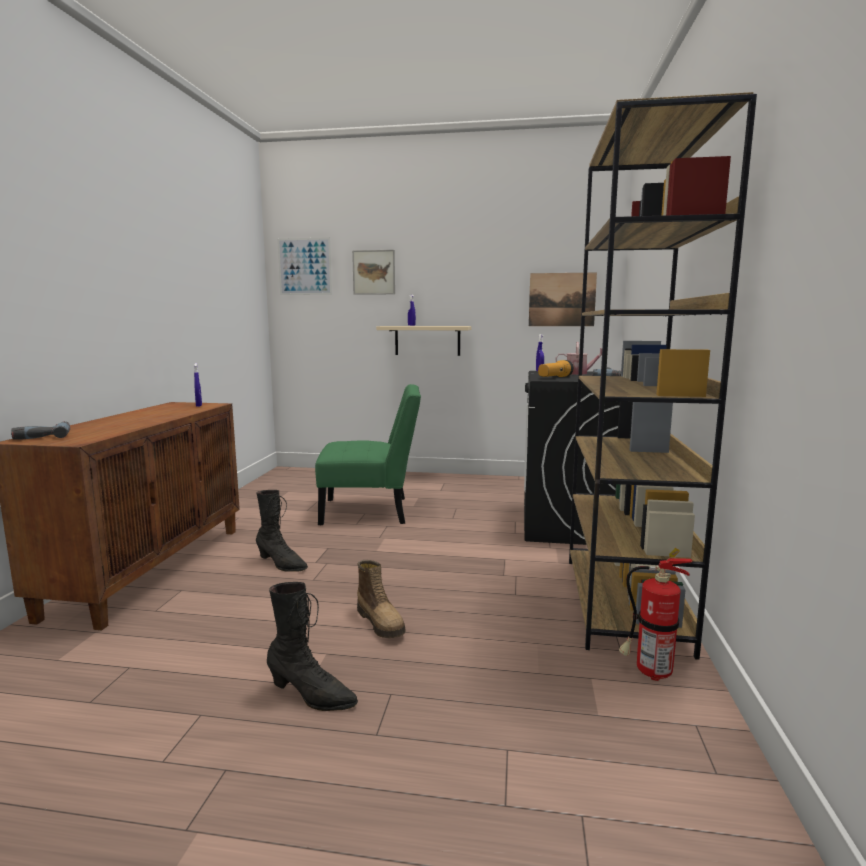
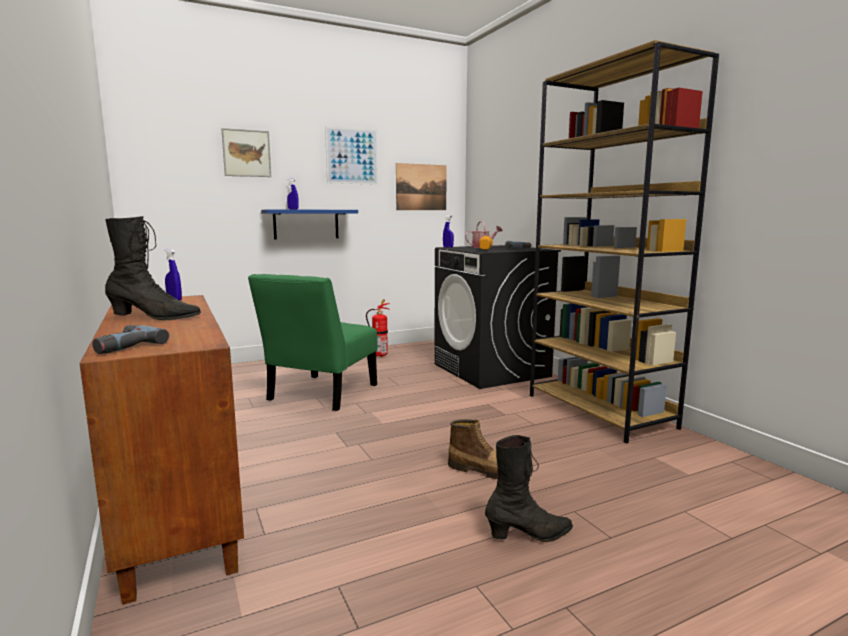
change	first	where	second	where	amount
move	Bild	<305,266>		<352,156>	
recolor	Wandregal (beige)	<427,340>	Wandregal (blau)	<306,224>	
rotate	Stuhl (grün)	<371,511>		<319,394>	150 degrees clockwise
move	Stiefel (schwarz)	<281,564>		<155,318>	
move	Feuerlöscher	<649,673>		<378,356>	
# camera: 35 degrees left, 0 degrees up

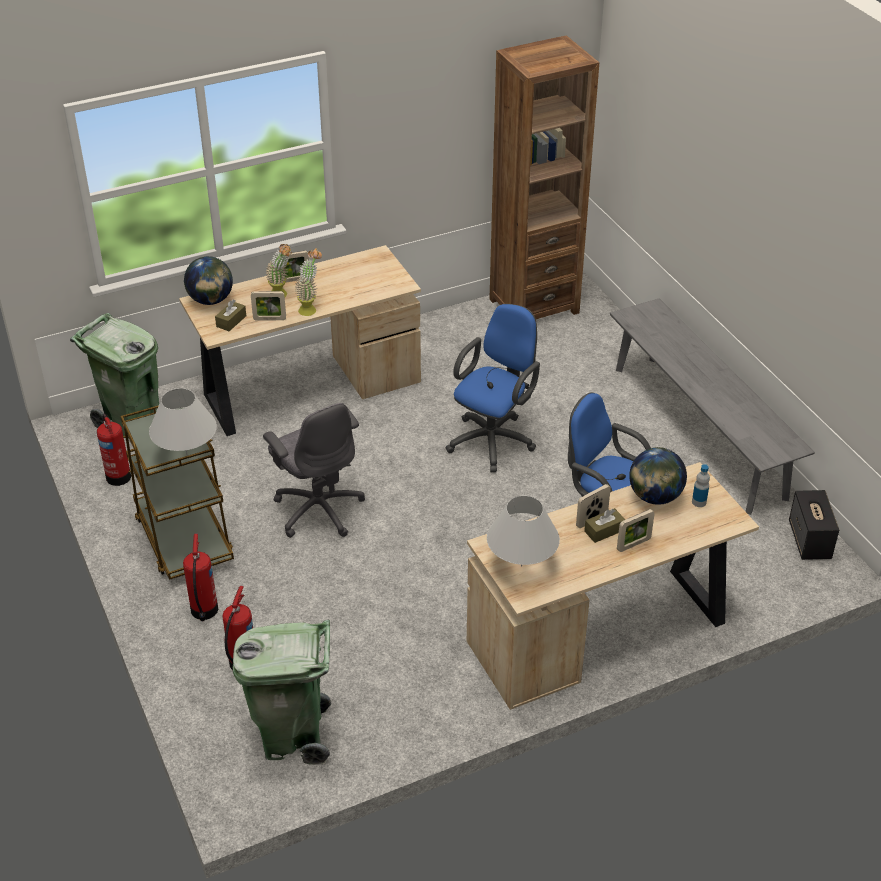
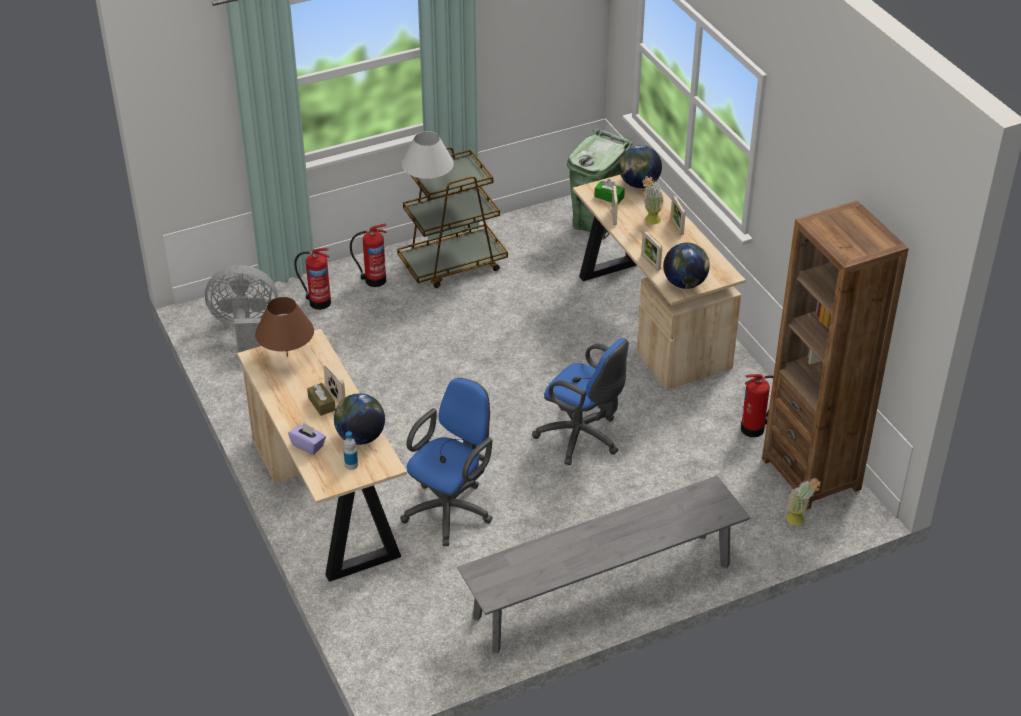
change	first	where	second	where	amount
move	Topfpflanze	<310,308>		<799,521>	
recolor	Taschentuchbox (braun)	<231,321>	Taschentuchbox (grün)	<609,197>	
delete	Bürostuhl (grau)	<318,509>			
move	Feuerlöscher	<118,475>		<754,429>	
delete	Lautsprecher	<810,541>			
recolor	Tischlampe (weiß)	<521,566>	Tischlampe (braun)	<287,356>	
move	Bilderrahmen	<633,544>		<650,263>	
replace	Mülleimer (grün)	<293,736>	Ventilator (grau)	<247,330>	
insert			Globus	<685,284>	
insert			Taschentuchbox (lila)	<308,445>	
# camera: 90 degrees right, 0 degrees up

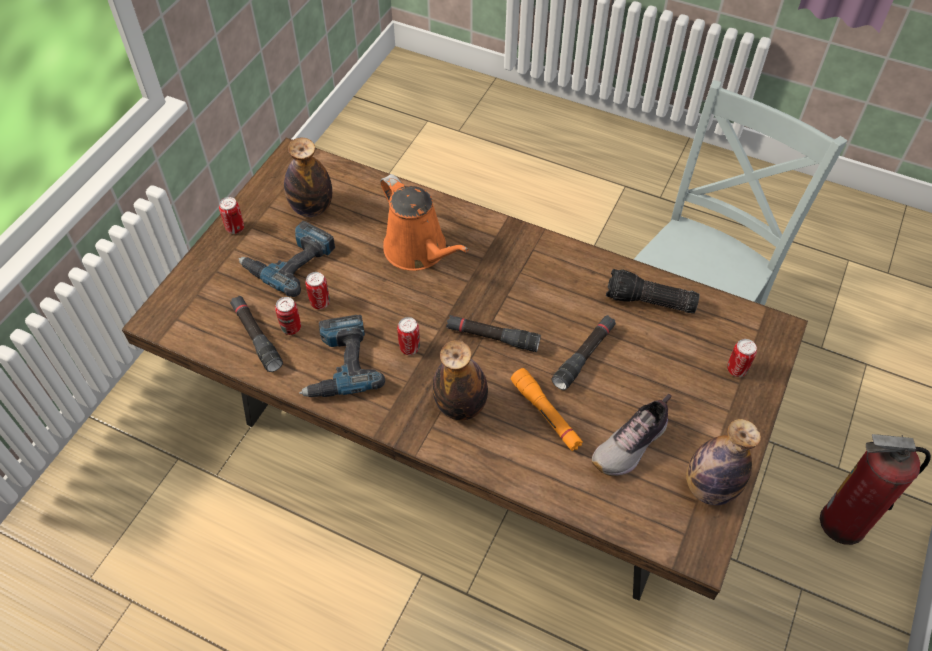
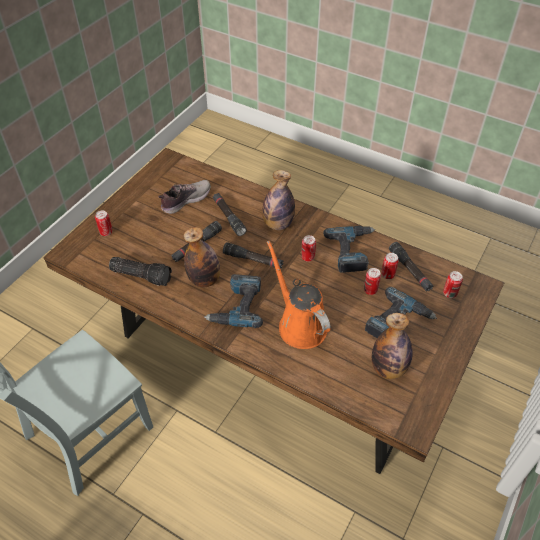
change	first	where	second	where	amount
move	Dose	<235,228>		<449,293>	
recolor	Taschenlampe (orange)	<546,414>	Taschenlampe (schwarz)	<228,217>	
move	Flasche	<709,488>		<204,280>	
delete	Feuerlöscher	<843,523>			
insert			Bohrmaschine	<237,305>	
# camera: 175 degrees left, 5 degrees down

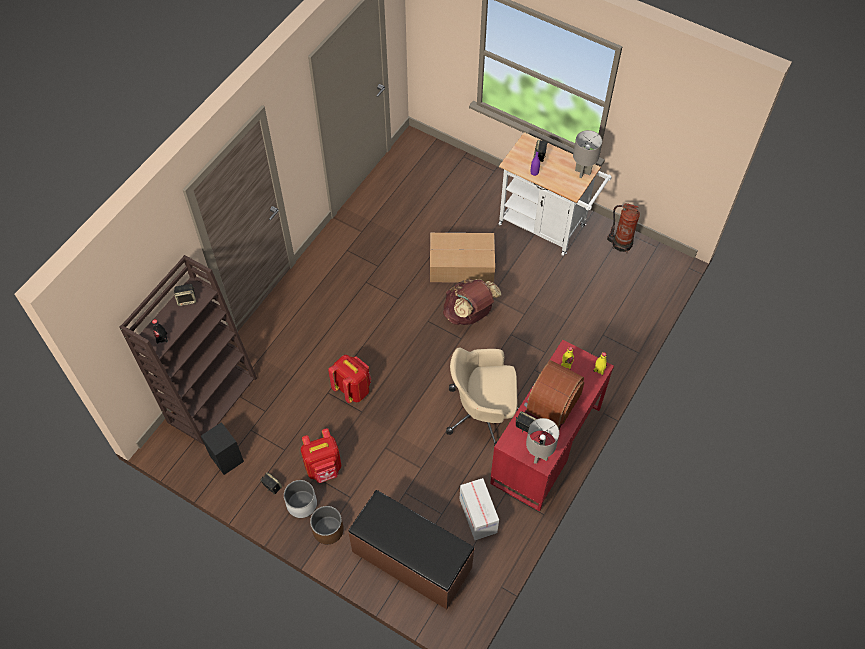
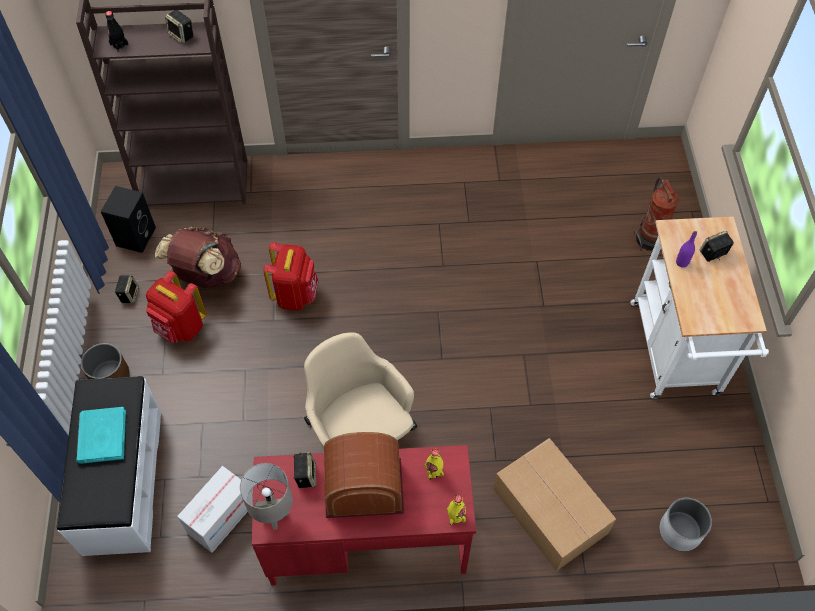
change	first	where	second	where	amount
delete	Tischlampe (grau)	<583,172>			
move	Feuerlöscher	<621,243>		<650,238>	
move	Karton	<462,265>		<550,512>	
move	Rucksack (braun)	<469,314>		<206,275>	
move	Pflanzkübel (weiß)	<302,504>		<680,531>	
recolor	Bank (braun)	<411,560>	Bank (weiß)	<122,481>	
insert			Buch (türkis)	<102,436>	
# camera: 55 degrees right, 0 degrees up

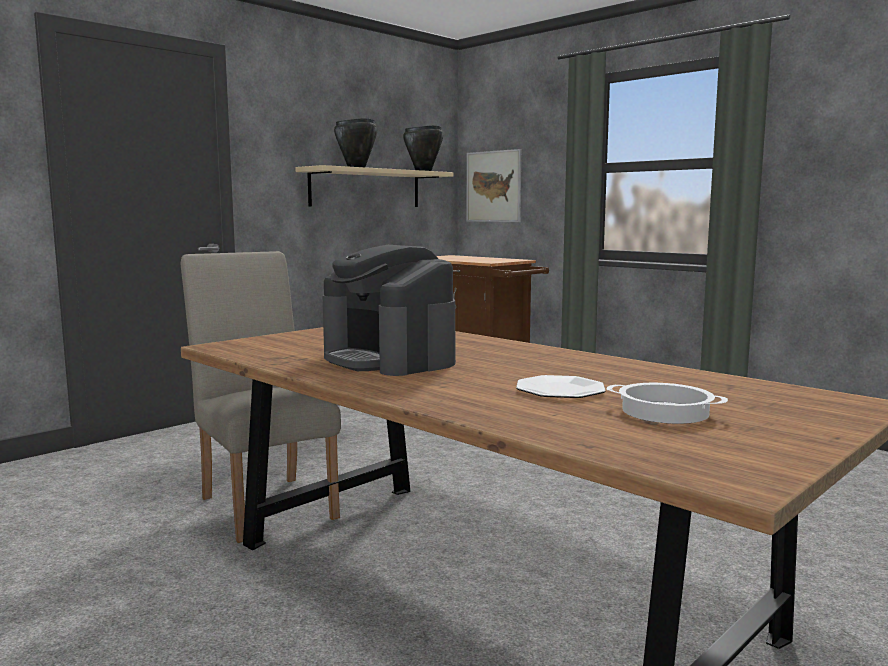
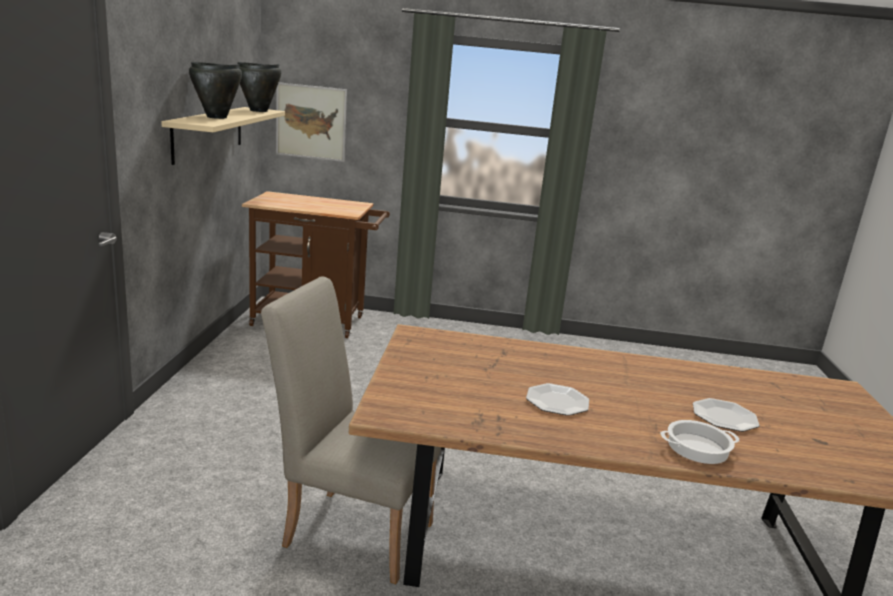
change	first	where	second	where	amount
replace	Kaffeemaschine	<389,359>	Teller	<557,401>	
move	Kochtopf	<665,412>		<697,447>	
# camera: 40 degrees left, 10 degrees up

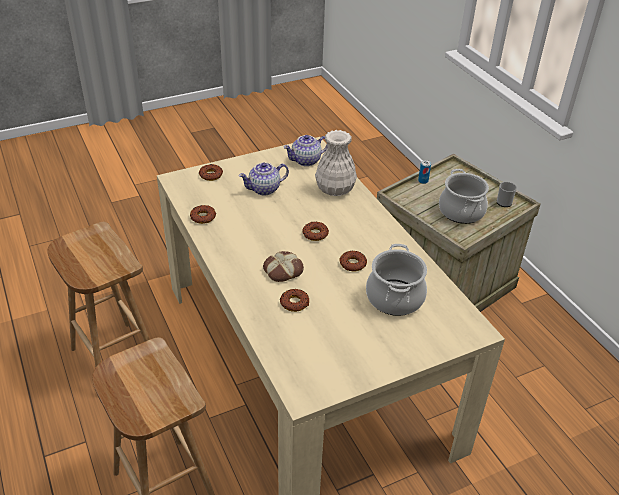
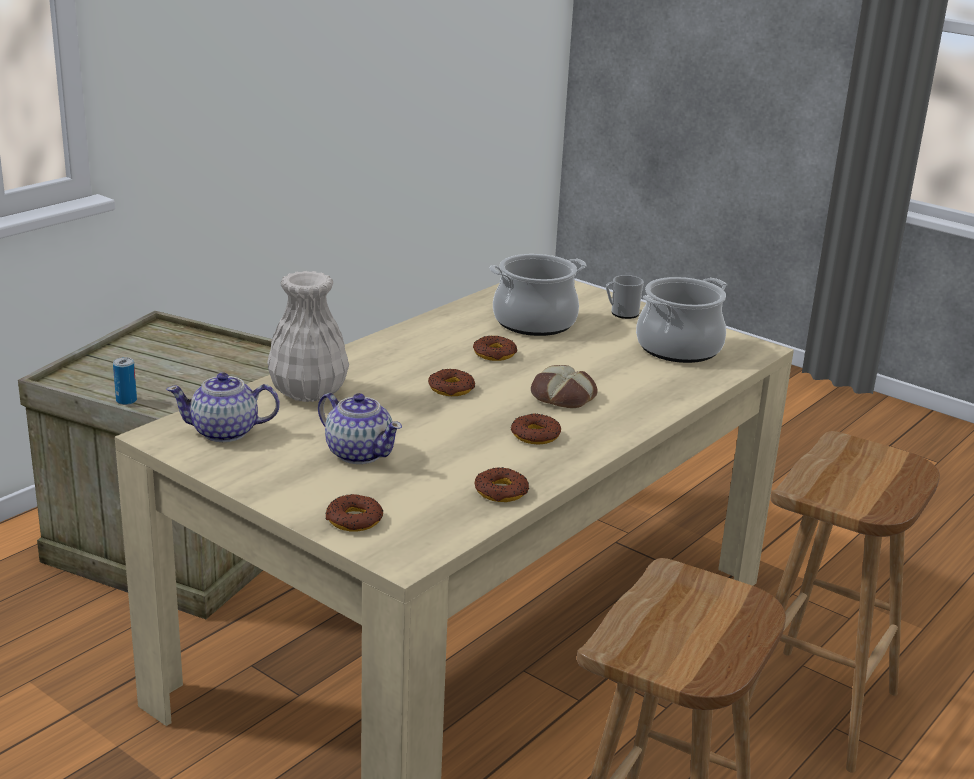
change	first	where	second	where	amount
rotate	Teekanne	<306,160>		<225,432>	135 degrees clockwise
move	Kochtopf	<461,211>		<678,348>	
move	Henkelbecher	<504,201>		<621,313>	
move	Donut	<294,303>		<535,435>	
# camera: 115 degrees left, 15 degrees down

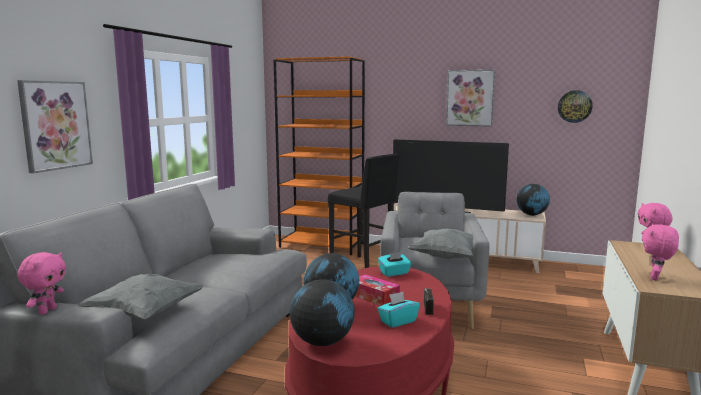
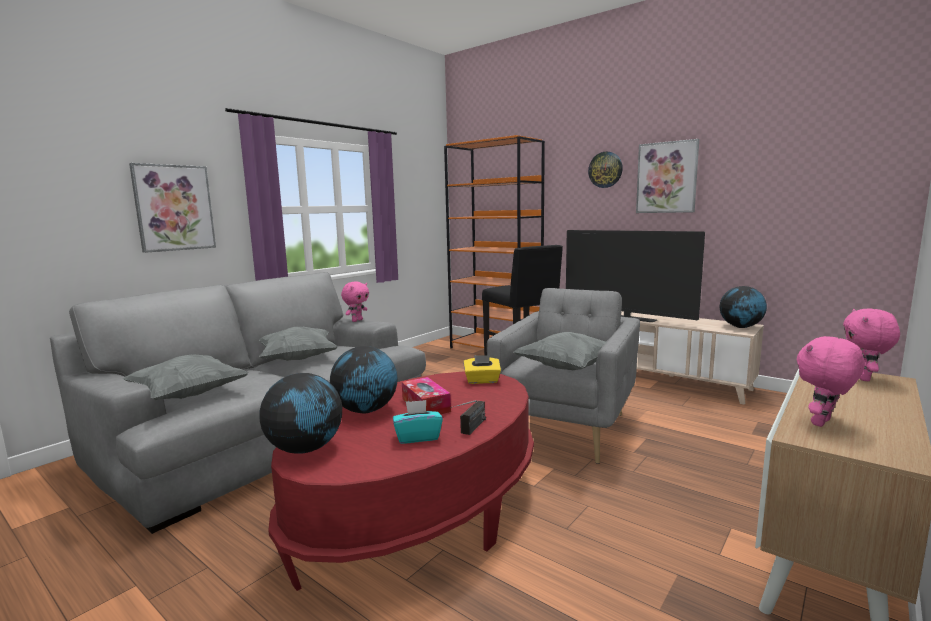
change	first	where	second	where	amount
move	Wanduhr	<574,106>		<605,169>	
move	Plüschtier (rosa)	<47,311>		<357,320>	
recolor	Taschentuchbox (türkis)	<394,273>	Taschentuchbox (gelb)	<482,381>	
insert			Kissen (grau)	<298,359>	
# camera: 20 degrees right, 0 degrees up

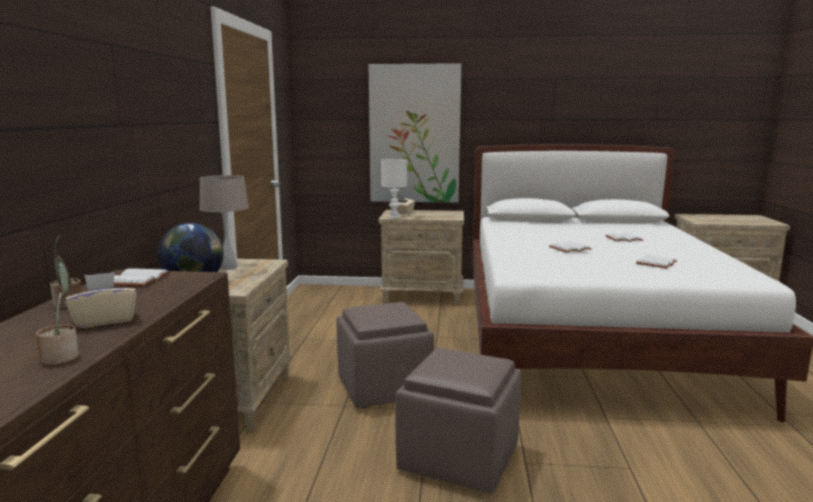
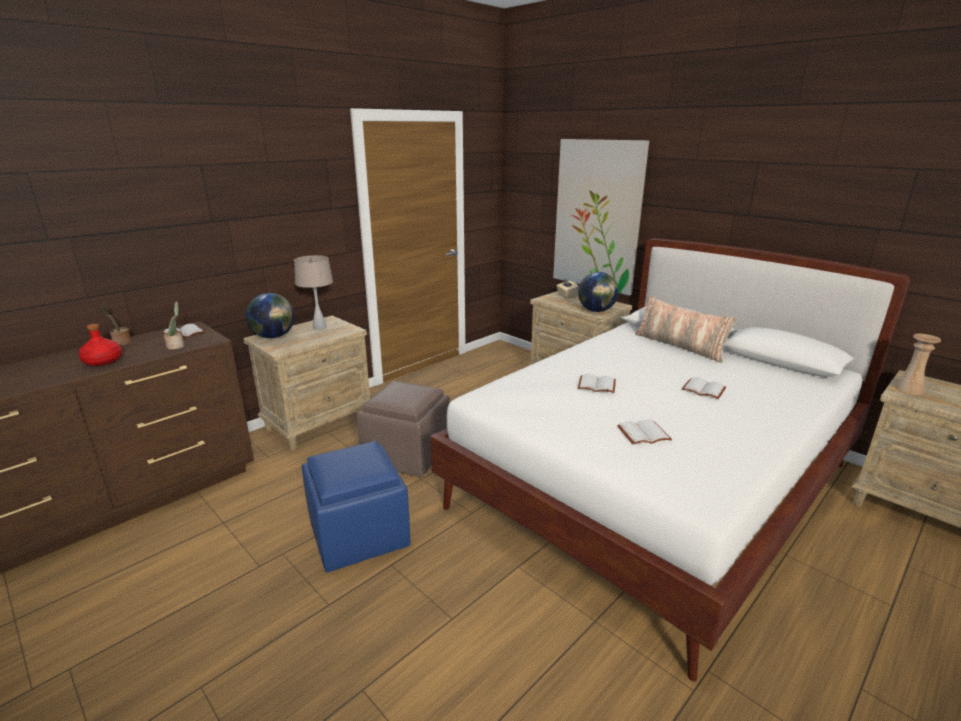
change	first	where	second	where	amount
delete	Tischlampe (weiß)	<394,216>			
move	Topfpflanze	<61,357>		<177,346>	
replace	Taschentuchbox (beige)	<104,320>	Flasche (rot)	<102,361>	
recolor	Polsterhocker (braun)	<460,457>	Polsterhocker (blau)	<360,535>	
insert			Globus	<596,311>	
insert			Kissen	<679,346>	
insert			Vase (beige)	<909,389>	
# camera: 40 degrees right, 10 degrees up

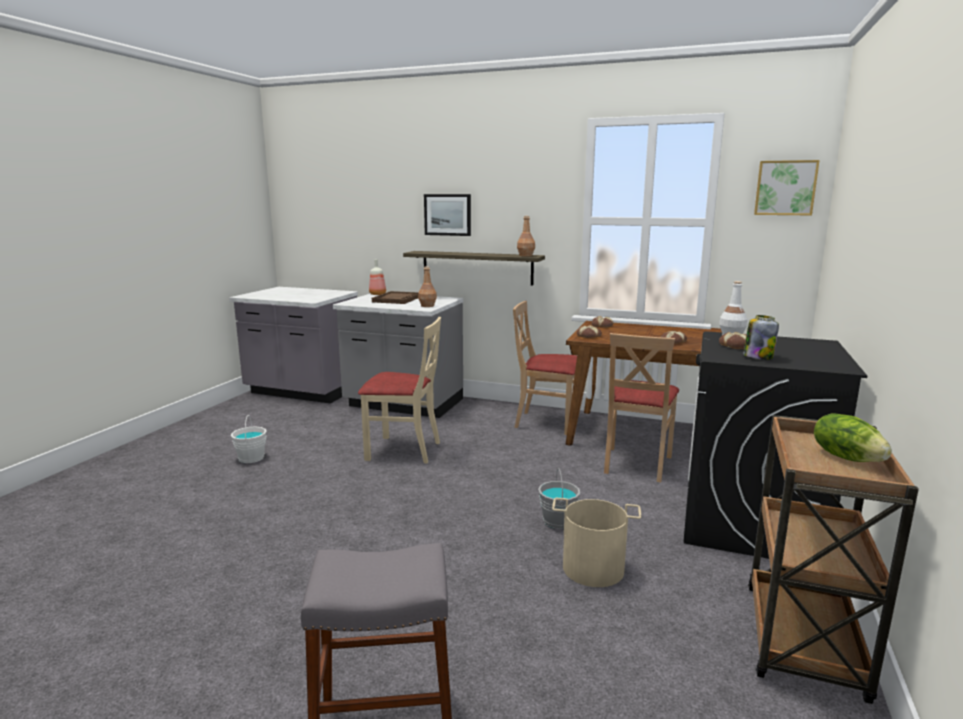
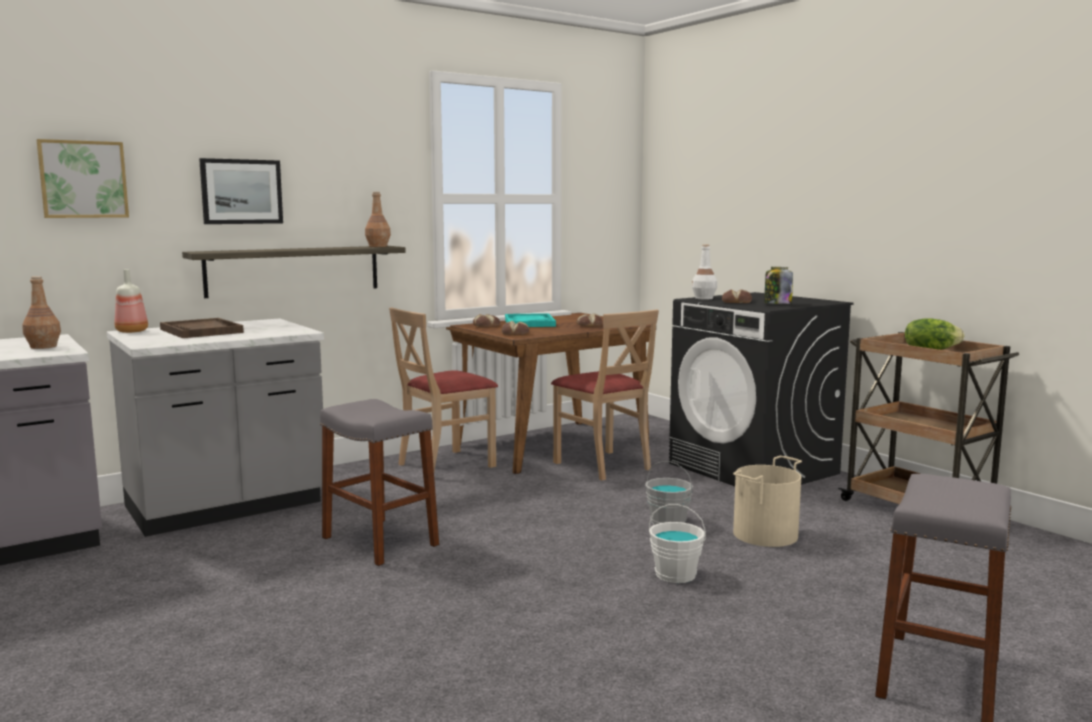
change	first	where	second	where	amount
move	Bild	<785,188>		<83,179>	
move	Flasche (braun)	<427,306>		<43,347>	
replace	Stuhl (beige)	<403,450>	Hocker (grau)	<380,541>	
move	Eimer (weiß)	<251,458>		<676,574>	
insert			Tablett (türkis)	<529,323>	
# camera: 55 degrees left, 5 degrees down

